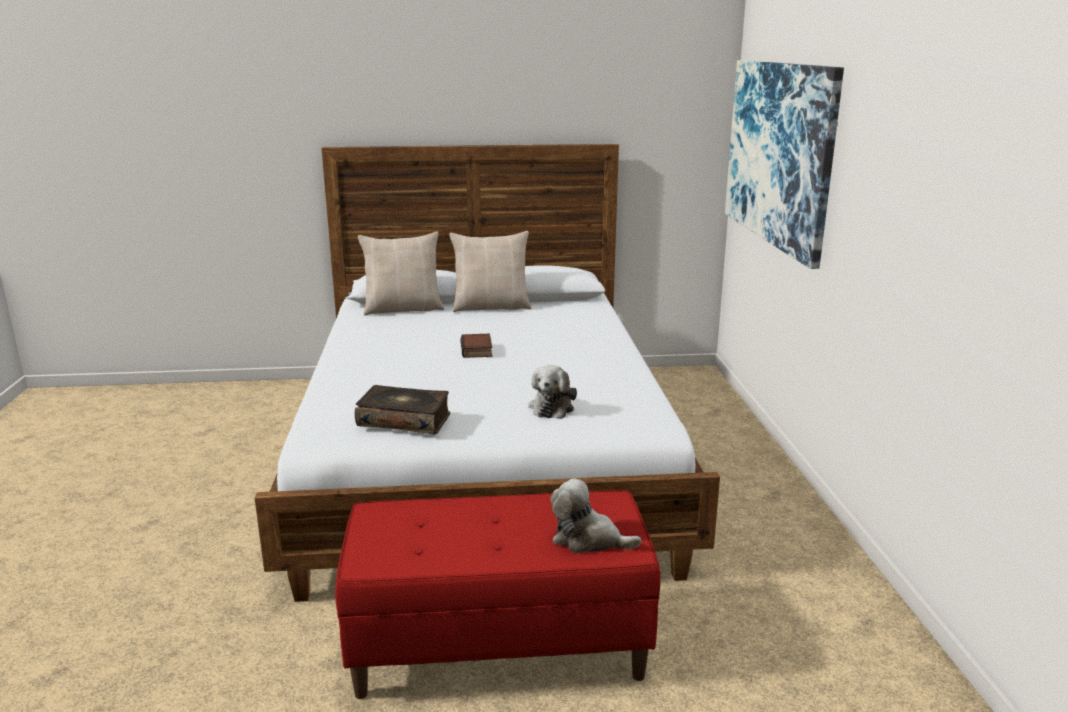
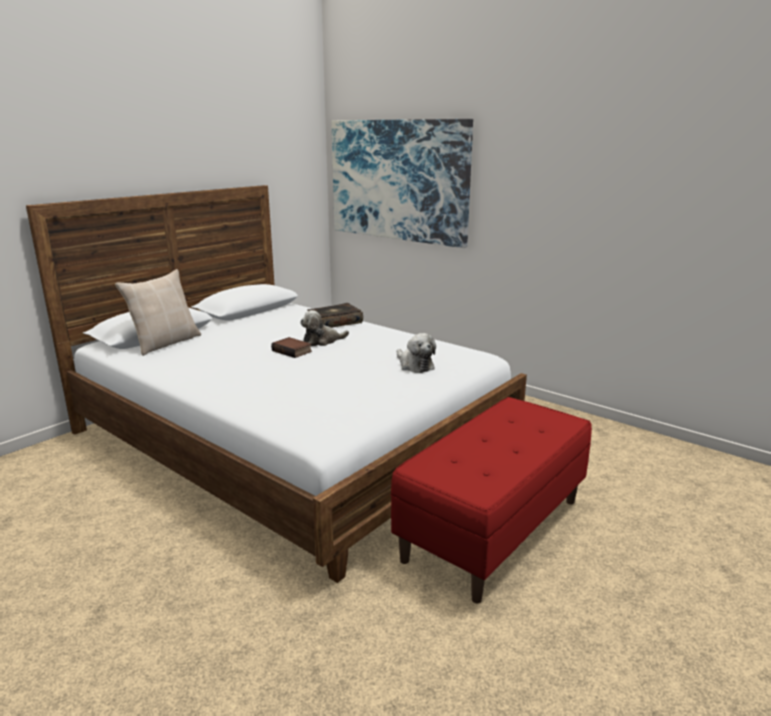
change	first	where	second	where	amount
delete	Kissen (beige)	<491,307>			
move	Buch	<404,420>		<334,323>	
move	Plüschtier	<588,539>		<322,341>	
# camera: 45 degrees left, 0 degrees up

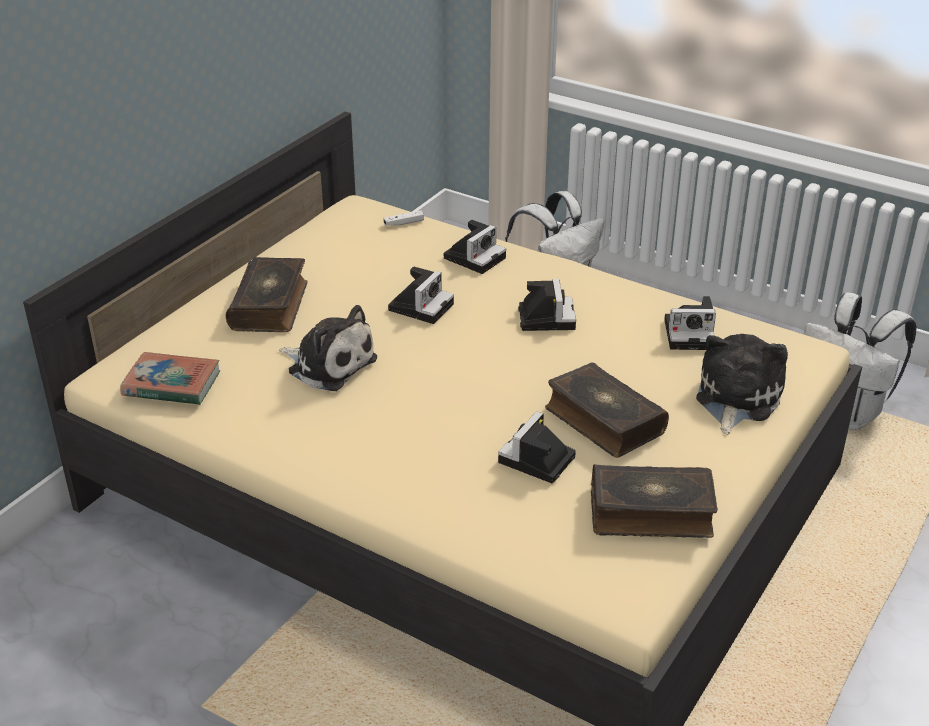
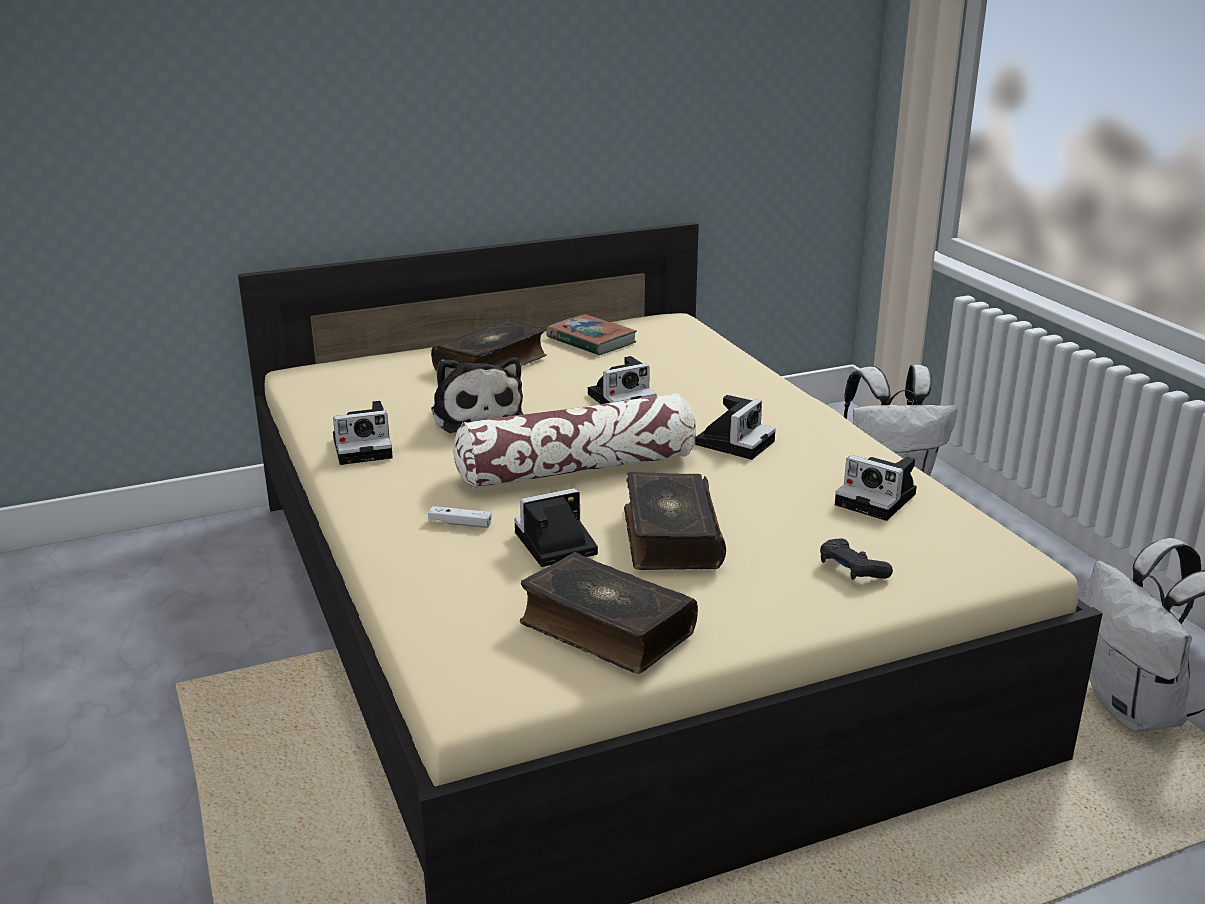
change	first	where	second	where	amount
move	Gamepad (weiß)	<404,223>		<460,523>	
move	Kamera	<475,257>		<365,447>	
replace	Plüschtier	<735,398>	Gamepad (schwarz)	<851,569>	
move	Buch	<171,384>		<591,340>	
insert			Kissen	<577,468>	
# camera: 35 degrees right, 10 degrees down

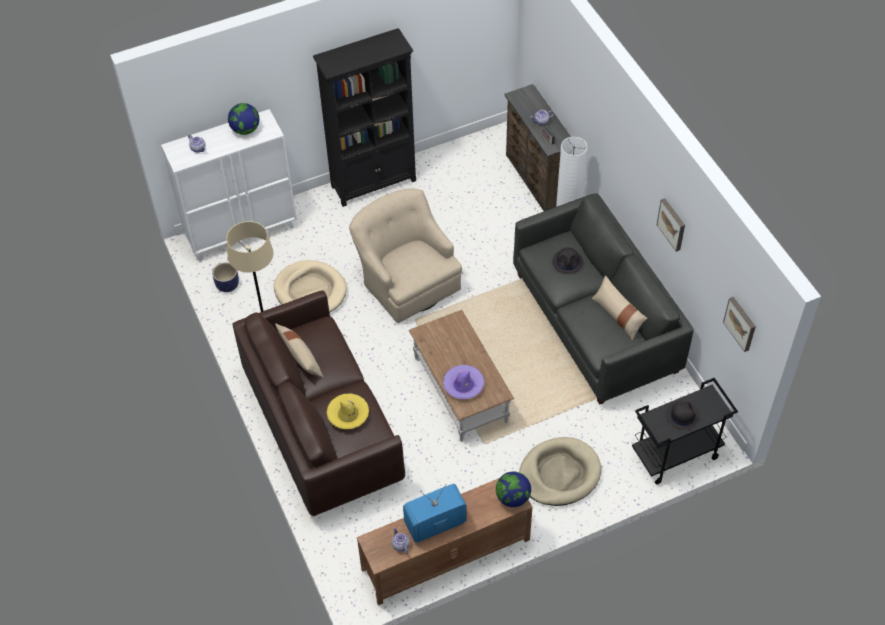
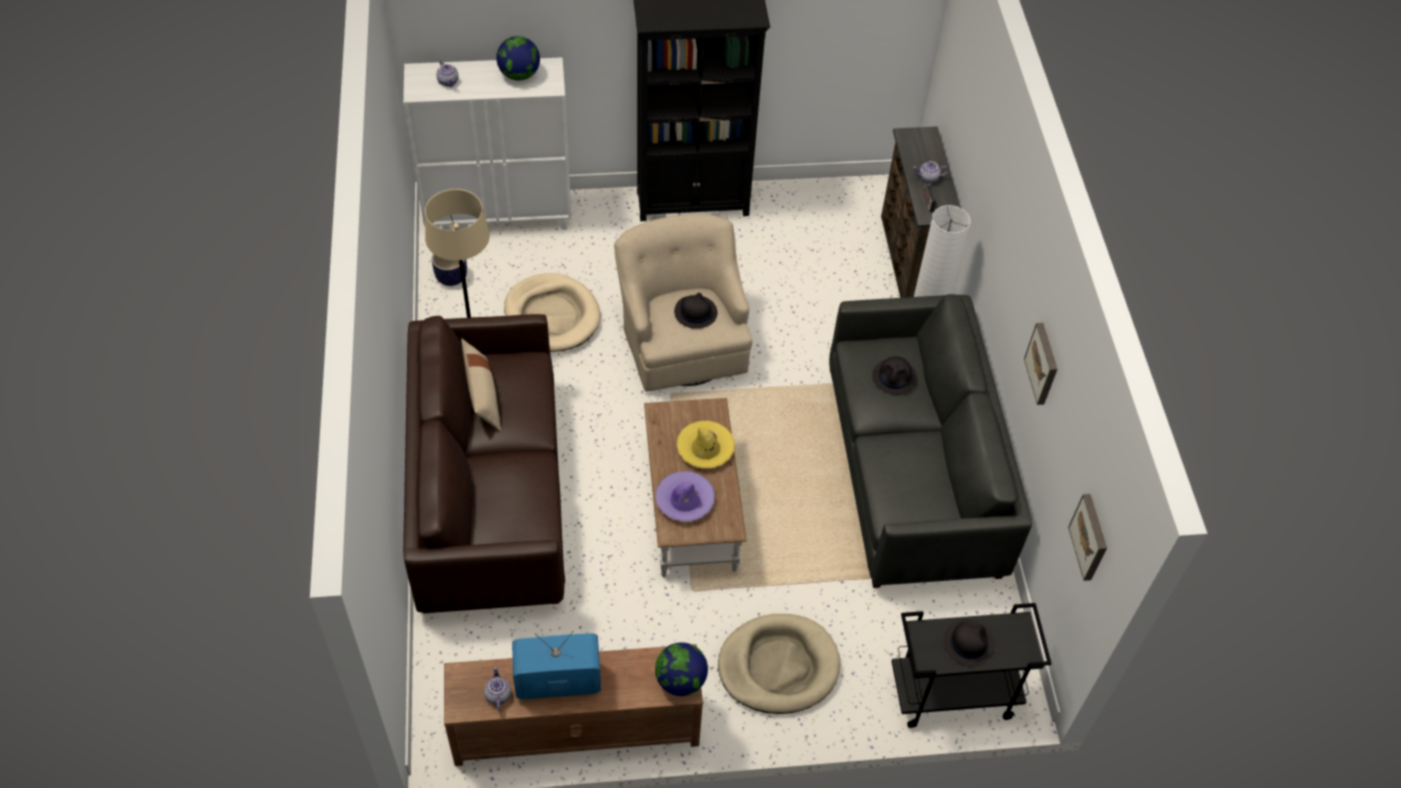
change	first	where	second	where	amount
delete	Kissen (beige)	<617,316>			
move	Hut (gelb)	<348,414>		<705,448>	
insert			Hut (schwarz)	<695,312>	
# camera: 15 degrees right, 0 degrees up

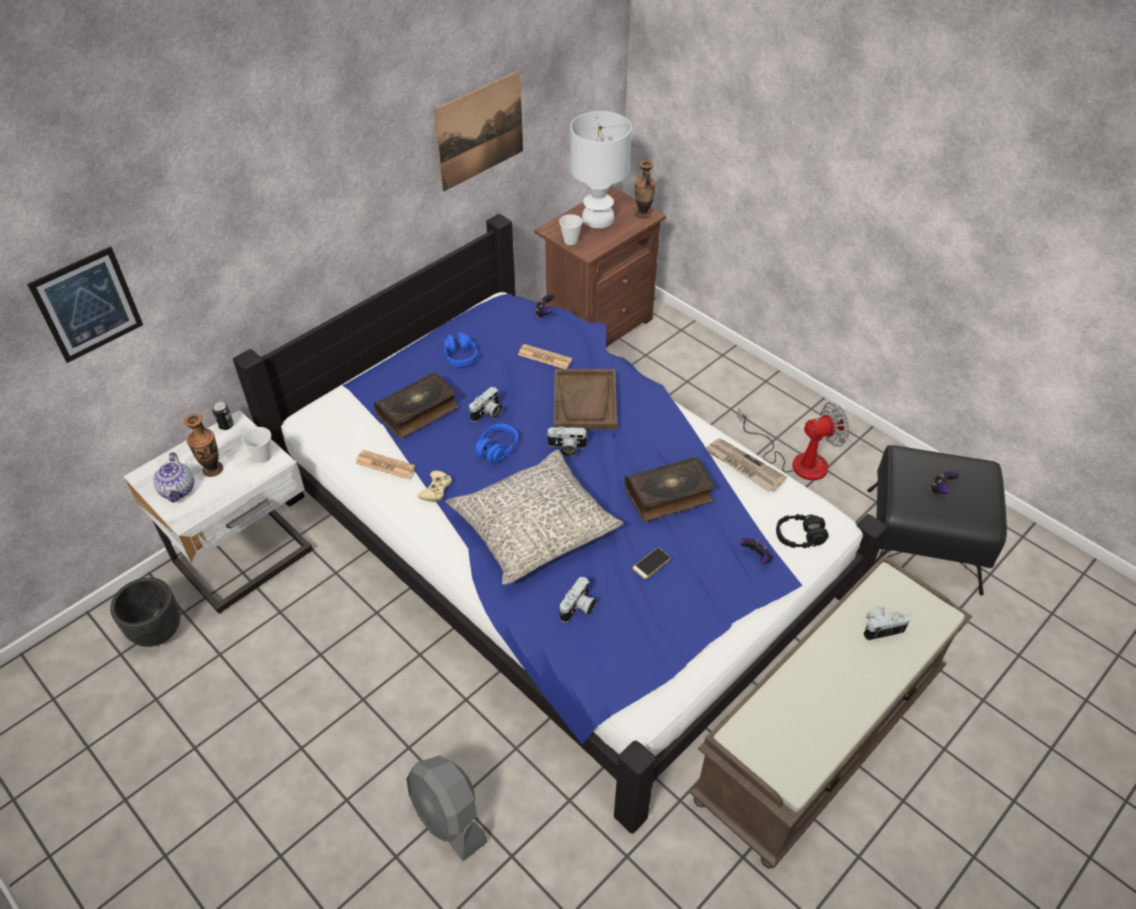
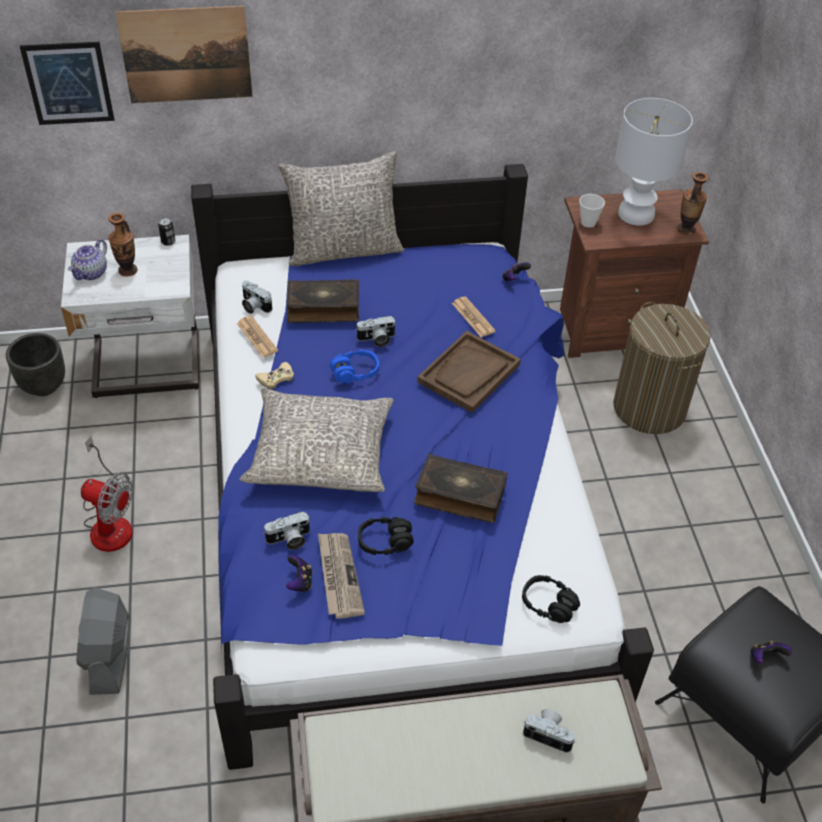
change	first	where	second	where	amount
move	Bild	<480,131>		<186,55>	
delete	Kopfhörer (blau)	<460,356>			
move	Ventilator	<797,461>		<109,522>	
delete	Tasse	<263,457>			
move	Kamera	<566,448>		<254,306>	
move	Zeitung	<743,466>		<338,576>	
move	Gamepad	<756,557>		<300,582>	
replace	Handy	<651,563>	Kopfhörer (schwarz)	<385,541>	
insert			Kissen (grau)	<343,249>	
insert			Wäschekorb	<649,408>	
# camera: 35 degrees right, 0 degrees up

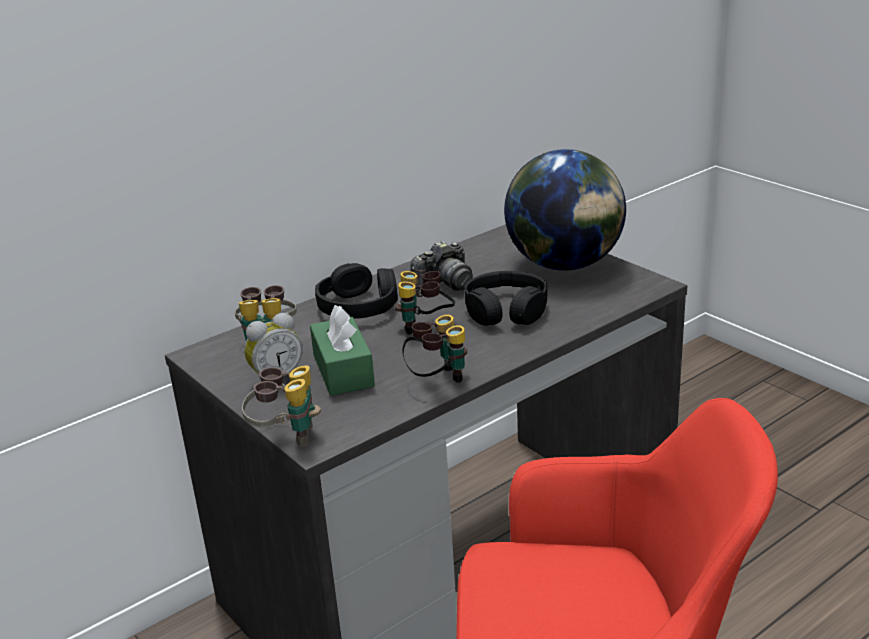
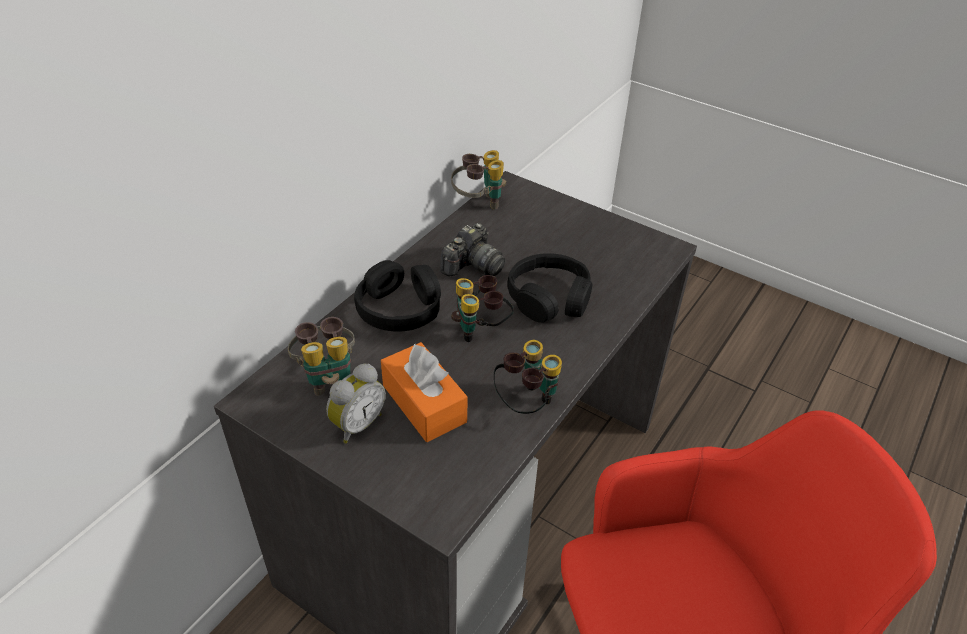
change	first	where	second	where	amount
delete	Globus	<565,264>			
recolor	Taschentuchbox (grün)	<343,371>	Taschentuchbox (orange)	<424,403>	
move	Fernglas	<286,436>		<478,203>	
# camera: 20 degrees left, 15 degrees up

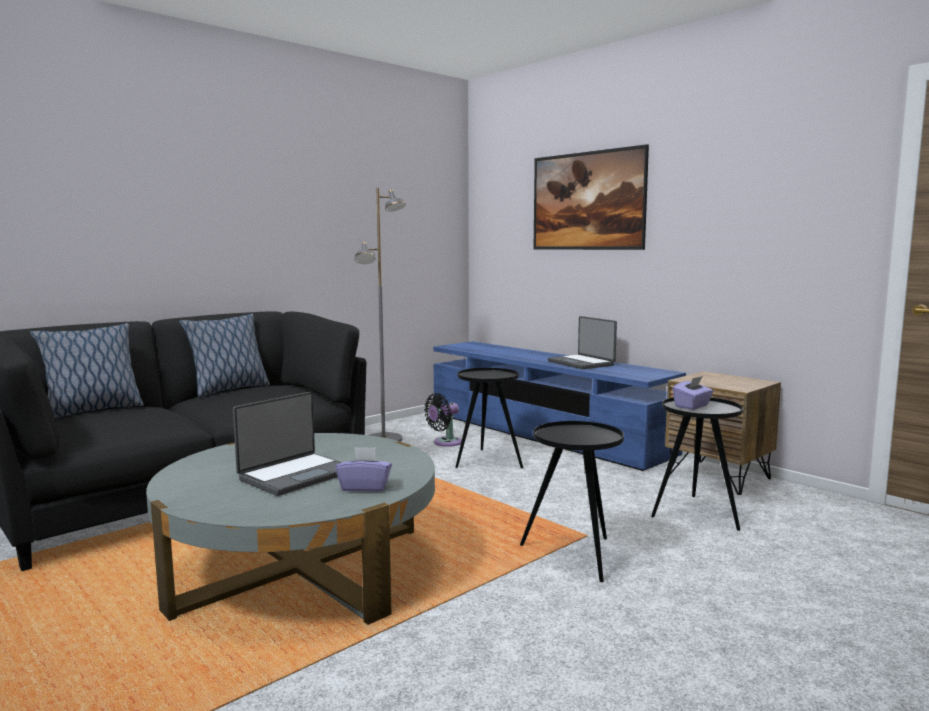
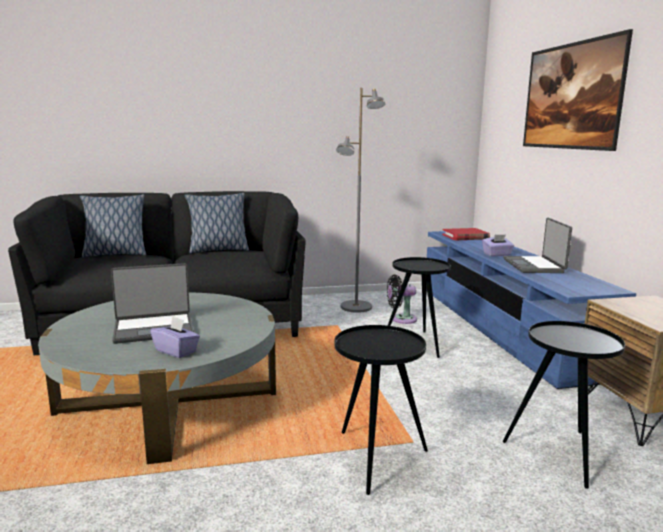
change	first	where	second	where	amount
move	Taschentuchbox (lila)	<692,406>		<497,254>	
insert			Buch (rot)	<465,237>	
# camera: 30 degrees right, 5 degrees up

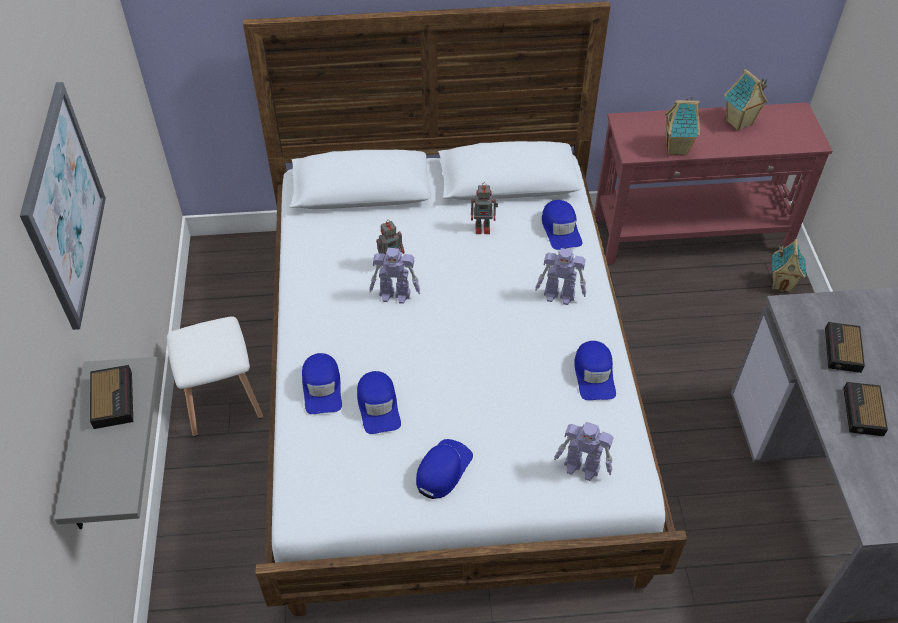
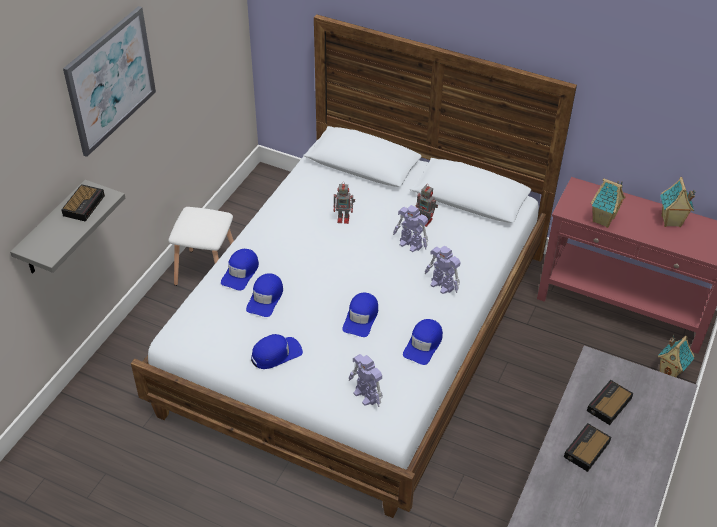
change	first	where	second	where	amount
move	Kappe (blau)	<561,229>		<361,318>	
move	Spielzeugroboter	<395,295>		<411,244>	
# camera: 30 degrees right, 5 degrees down

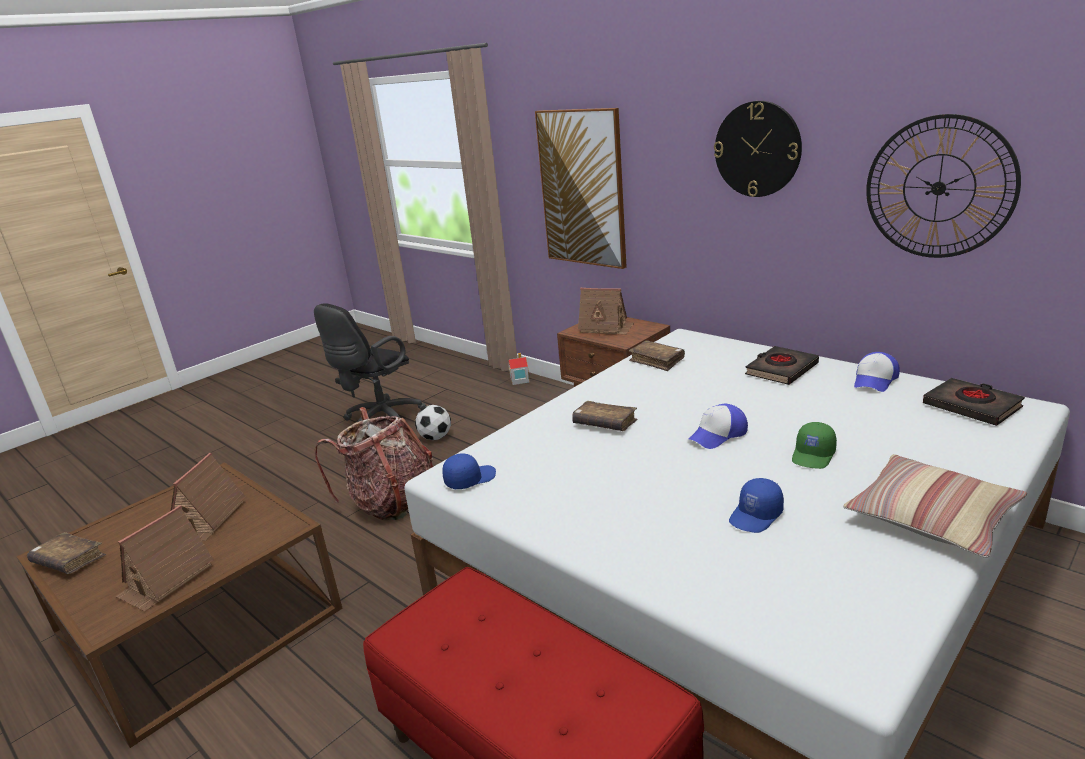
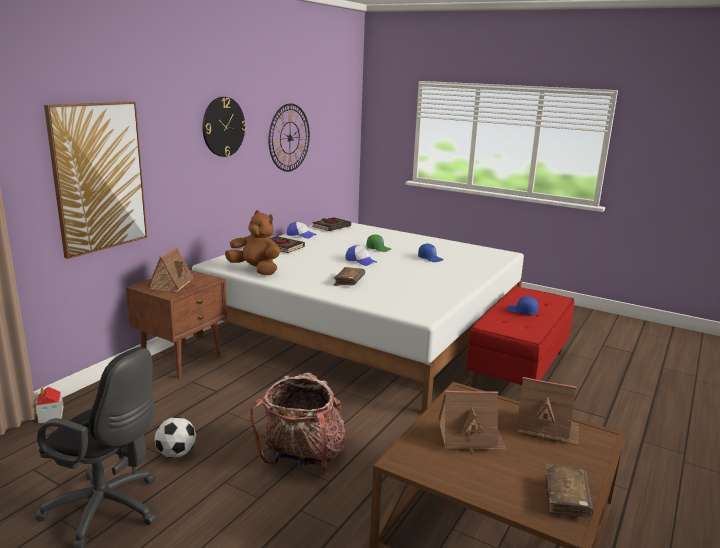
change	first	where	second	where	amount
replace	Buch (braun)	<657,361>	Plüschtier (braun)	<256,270>	
move	Kappe (blau)	<469,479>		<522,311>	
delete	Kissen	<932,517>			
# camera: 105 degrees left, 5 degrees down

